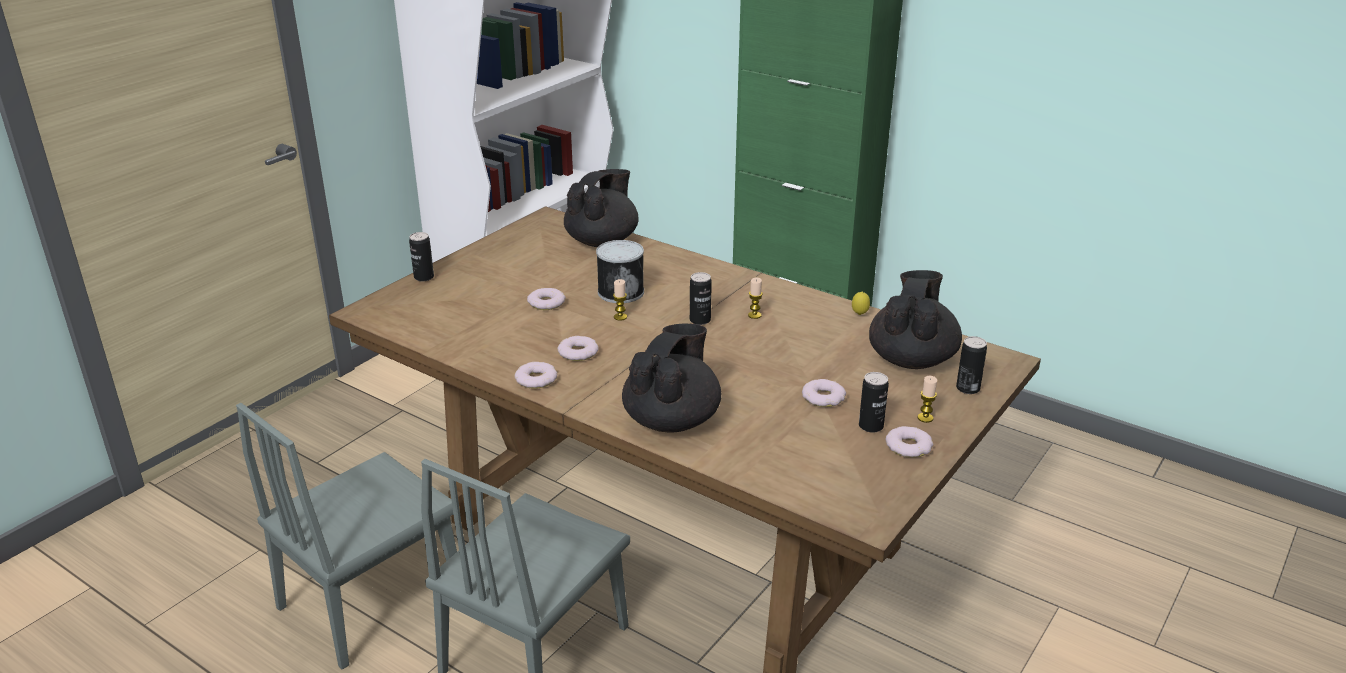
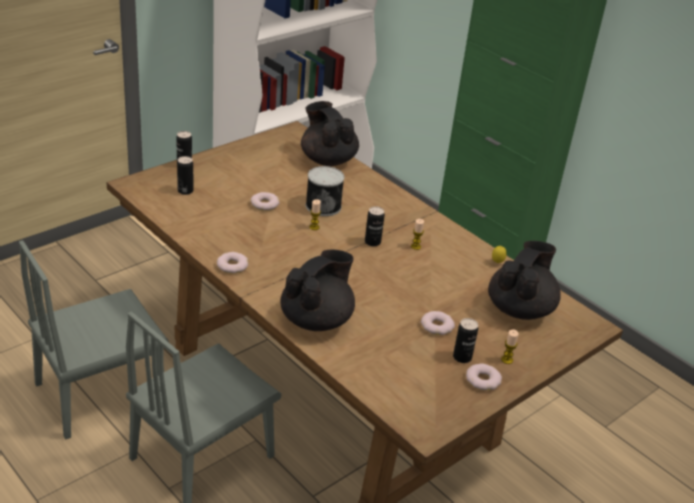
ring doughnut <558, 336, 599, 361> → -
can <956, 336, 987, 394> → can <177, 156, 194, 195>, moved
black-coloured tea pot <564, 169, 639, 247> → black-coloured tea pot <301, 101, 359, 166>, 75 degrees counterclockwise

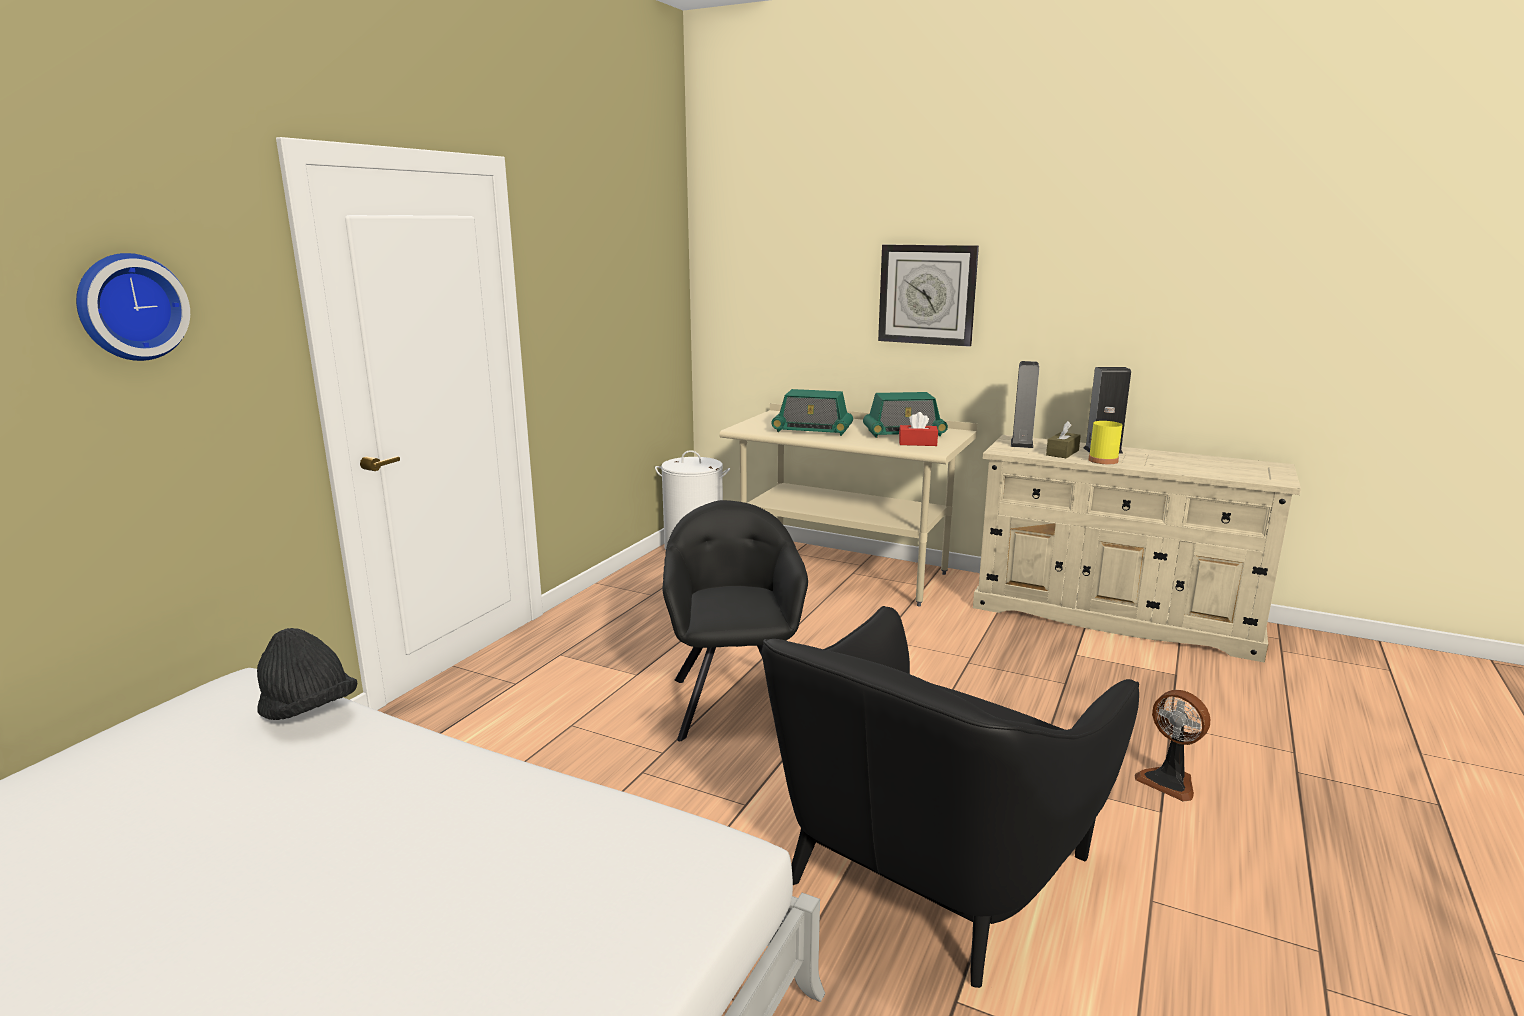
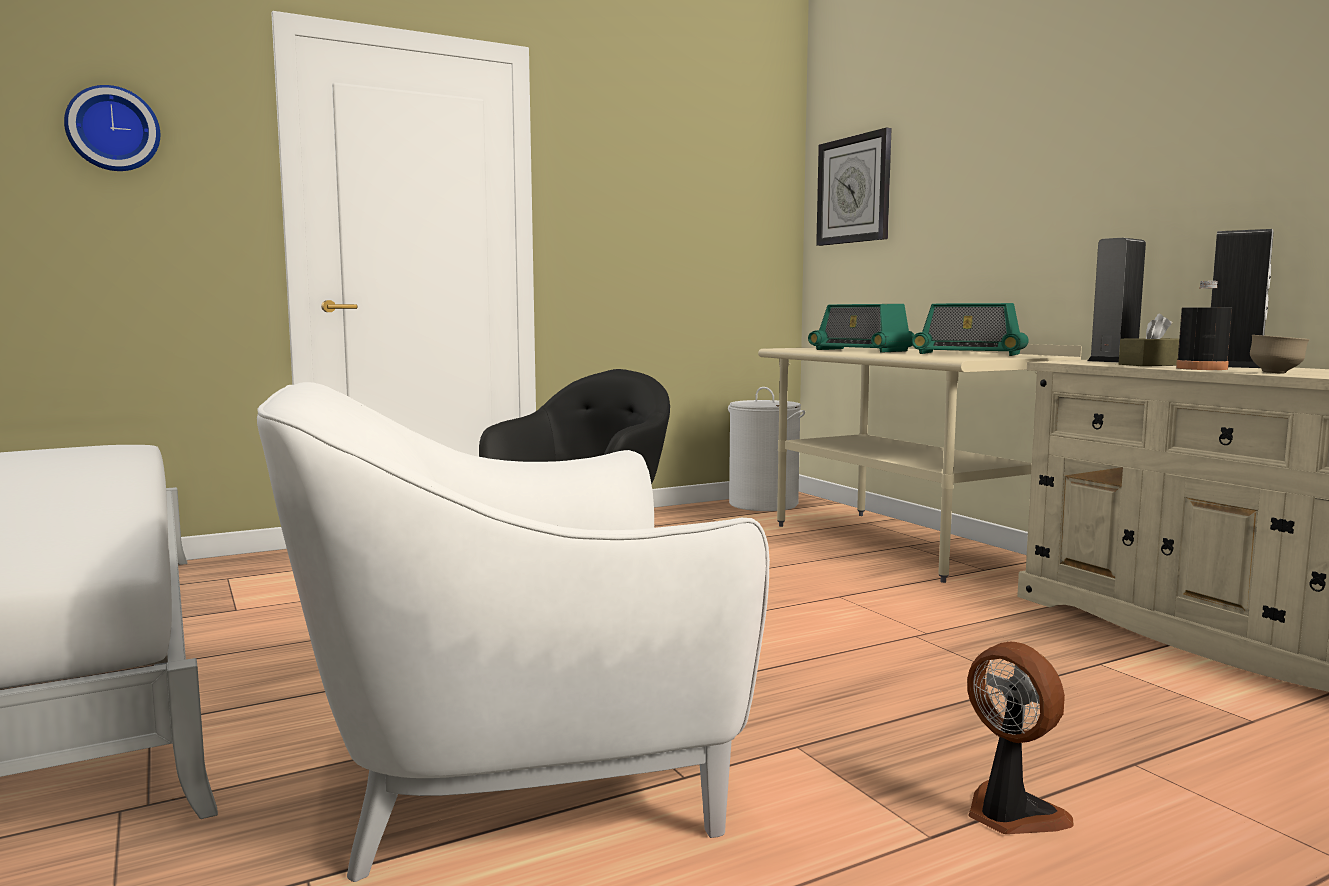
black-coloured clothing hat <257, 628, 357, 720> → -
reddish tissue holder <899, 412, 938, 446> → -
- → brownish serving bowl <1250, 335, 1309, 374>
wall clock <878, 244, 979, 347> → wall clock <816, 128, 891, 246>, moved
black-coloured easy chair <762, 606, 1139, 988> → white easy chair <257, 382, 770, 882>
yellow-coloured bottle <1088, 407, 1122, 464> → black-coloured bottle <1176, 281, 1232, 370>
cooling fan <1134, 690, 1210, 801> → cooling fan <967, 642, 1074, 834>, 150 degrees clockwise

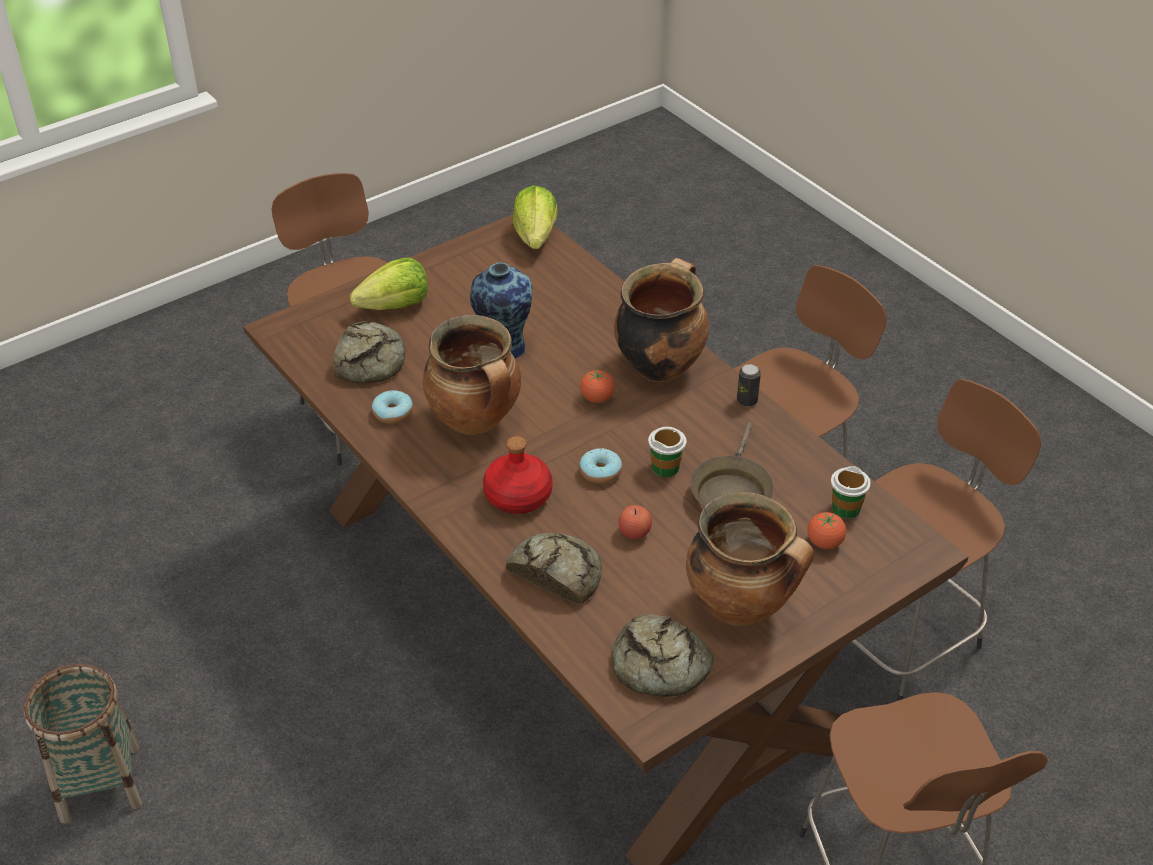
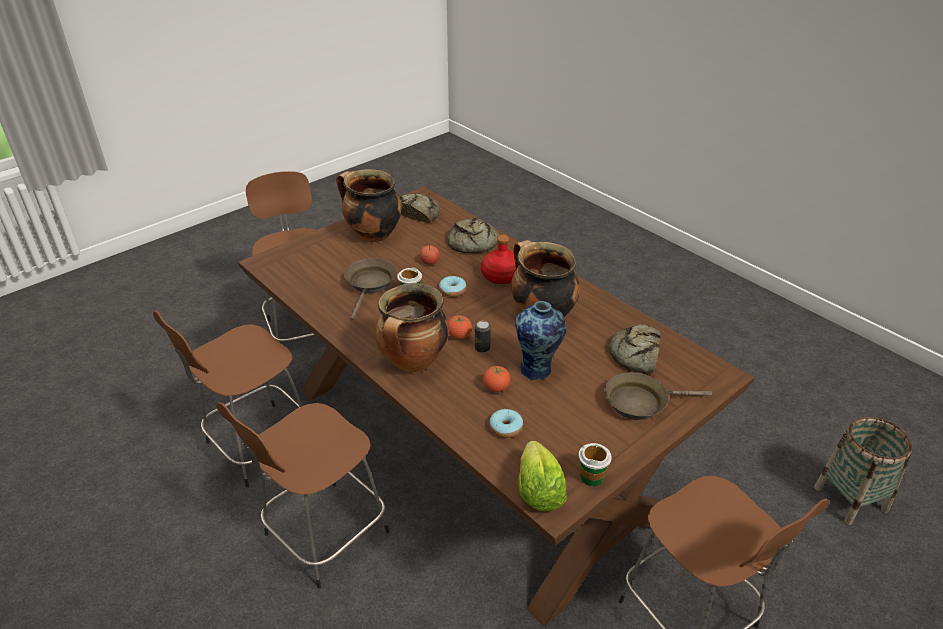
household basket <24, 664, 142, 824> → household basket <814, 417, 912, 525>, moved
ring doughnut <372, 390, 413, 424> → ring doughnut <489, 409, 523, 438>, moved
can <737, 364, 761, 407> → can <475, 321, 491, 353>, moved
whole tomato <807, 512, 846, 549> → whole tomato <483, 365, 510, 392>, moved
cup <831, 466, 871, 519> → cup <578, 443, 612, 486>, moved
lettuce head <350, 258, 428, 310> → brownish pan <604, 372, 712, 420>

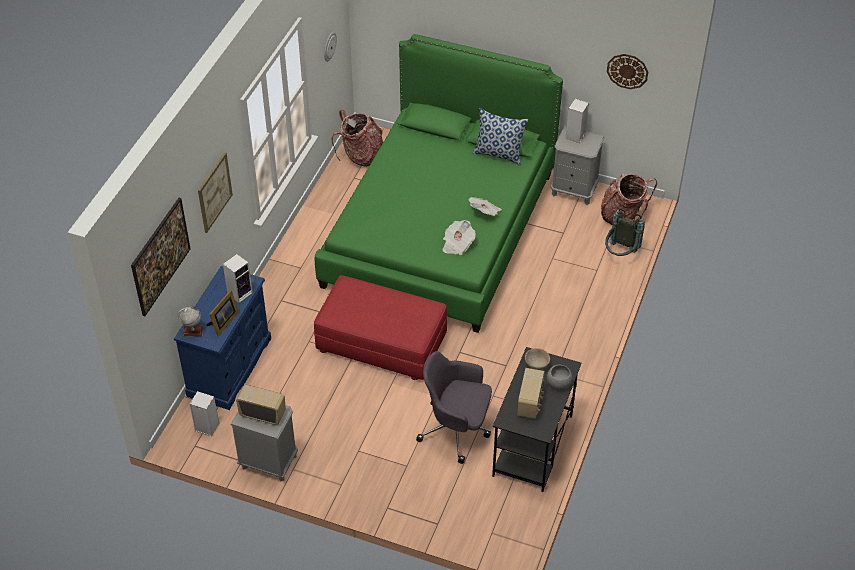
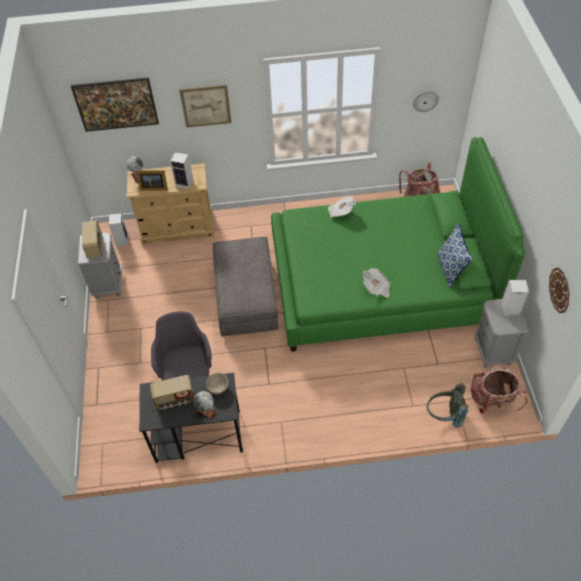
newspaper <443, 220, 476, 255> → newspaper <328, 196, 356, 218>, moved
grey serving bowl <547, 365, 573, 389> → globe <194, 391, 217, 420>
bluish chest of drawers <174, 266, 271, 410> → beige chest of drawers <127, 163, 214, 245>
reddish ottoman <314, 275, 447, 380> → grey ottoman <213, 237, 279, 336>

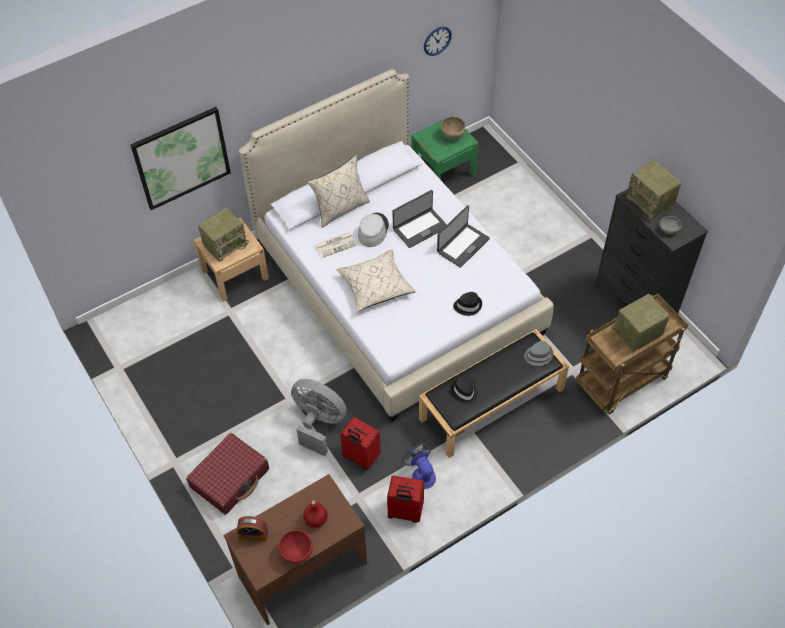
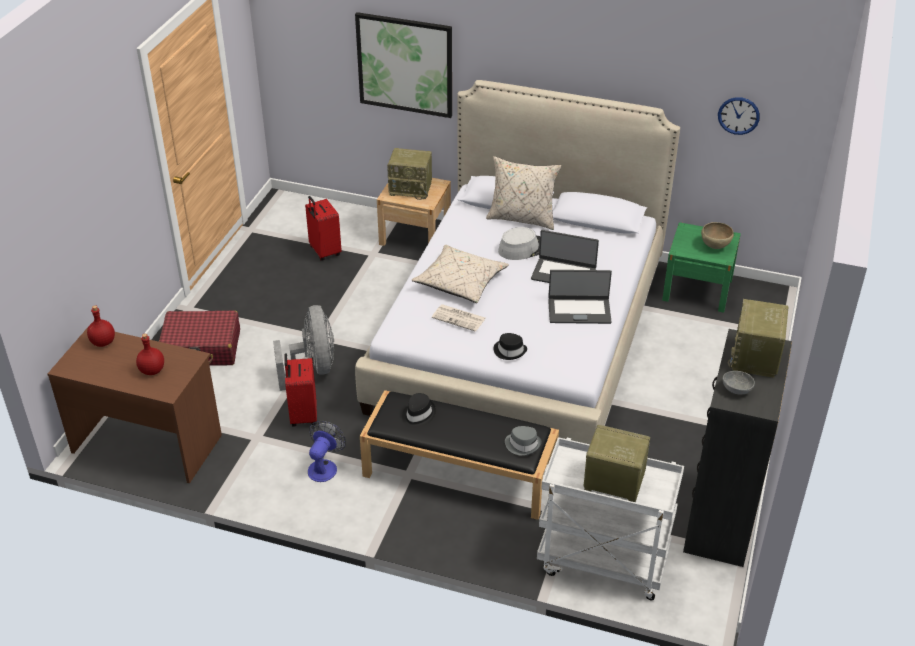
reddish serving bowl <279, 530, 313, 564> → -
newspaper <315, 232, 357, 258> → newspaper <432, 304, 486, 332>, moved
reddish suitcase <387, 475, 424, 523> → reddish suitcase <305, 196, 342, 261>, moved
table clock <237, 516, 268, 541> → reddish bottle <87, 306, 115, 347>
brownish cart <576, 294, 688, 414> → white cart <537, 437, 684, 600>

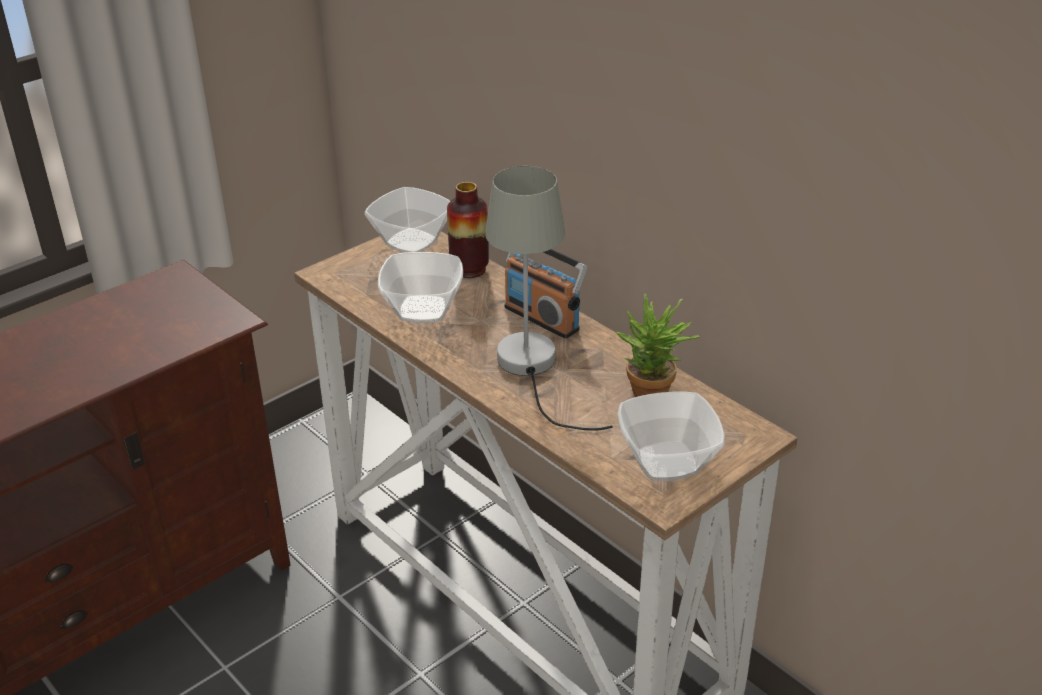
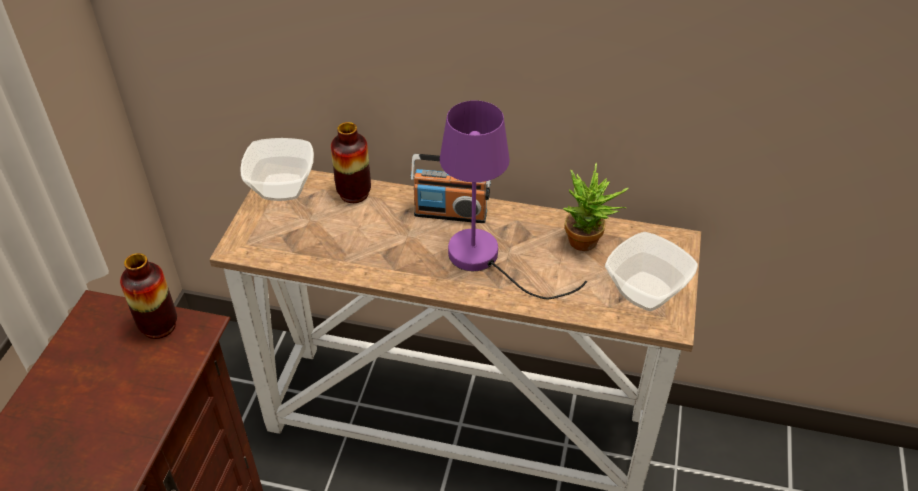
serving bowl <378, 252, 463, 323> → -
- → vase <120, 253, 177, 339>
grey lamp for a table <485, 166, 613, 431> → purple lamp for a table <440, 100, 587, 299>

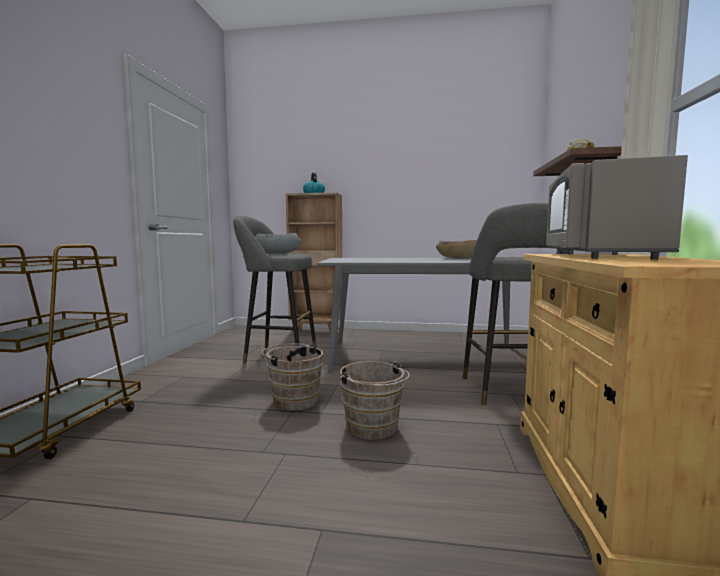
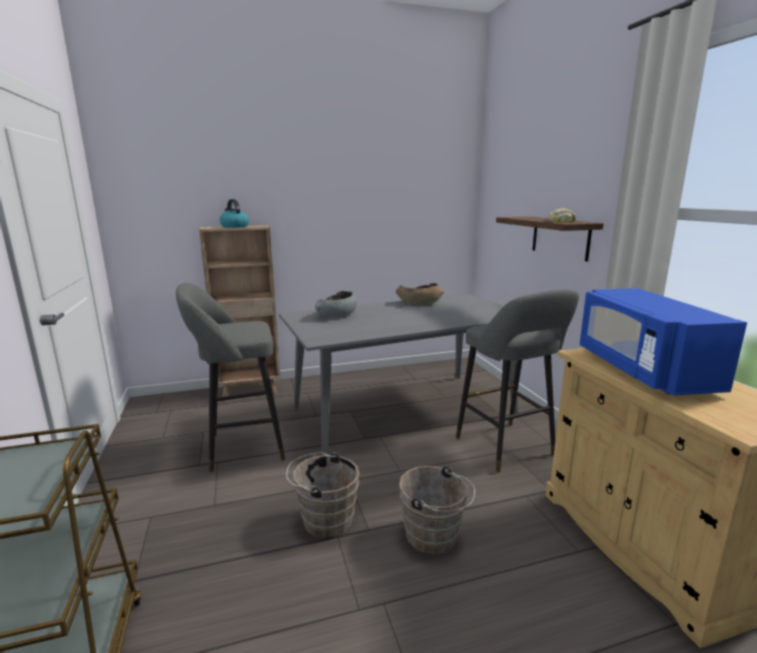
grey serving bowl <255, 233, 301, 253> → grey serving bowl <315, 291, 357, 317>, moved
grey kitchen microwave <546, 155, 688, 260> → bluish kitchen microwave <580, 288, 747, 396>

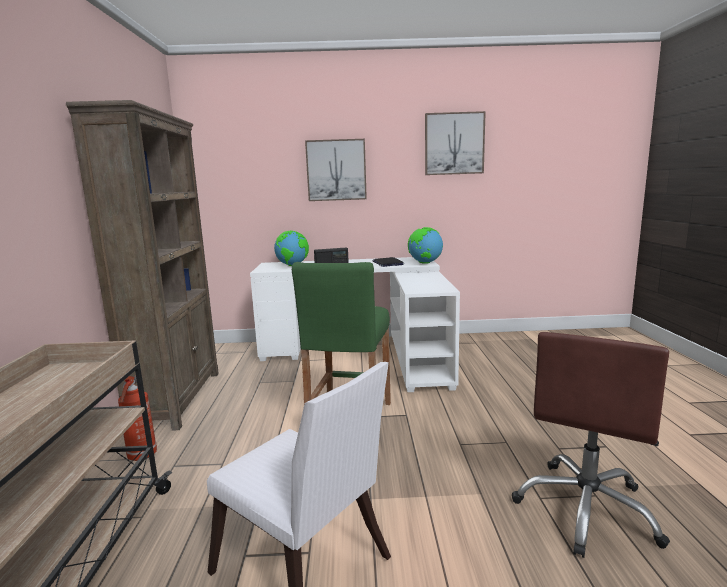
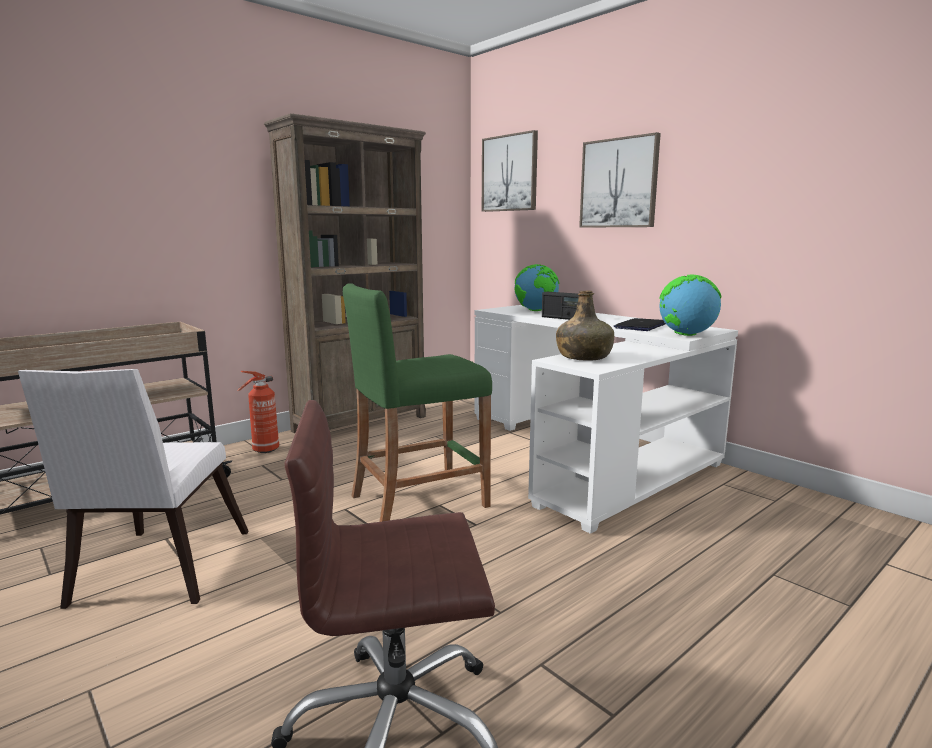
- → green bottle <556, 291, 614, 361>
picture <425, 111, 486, 175> → picture <482, 130, 538, 212>, moved

